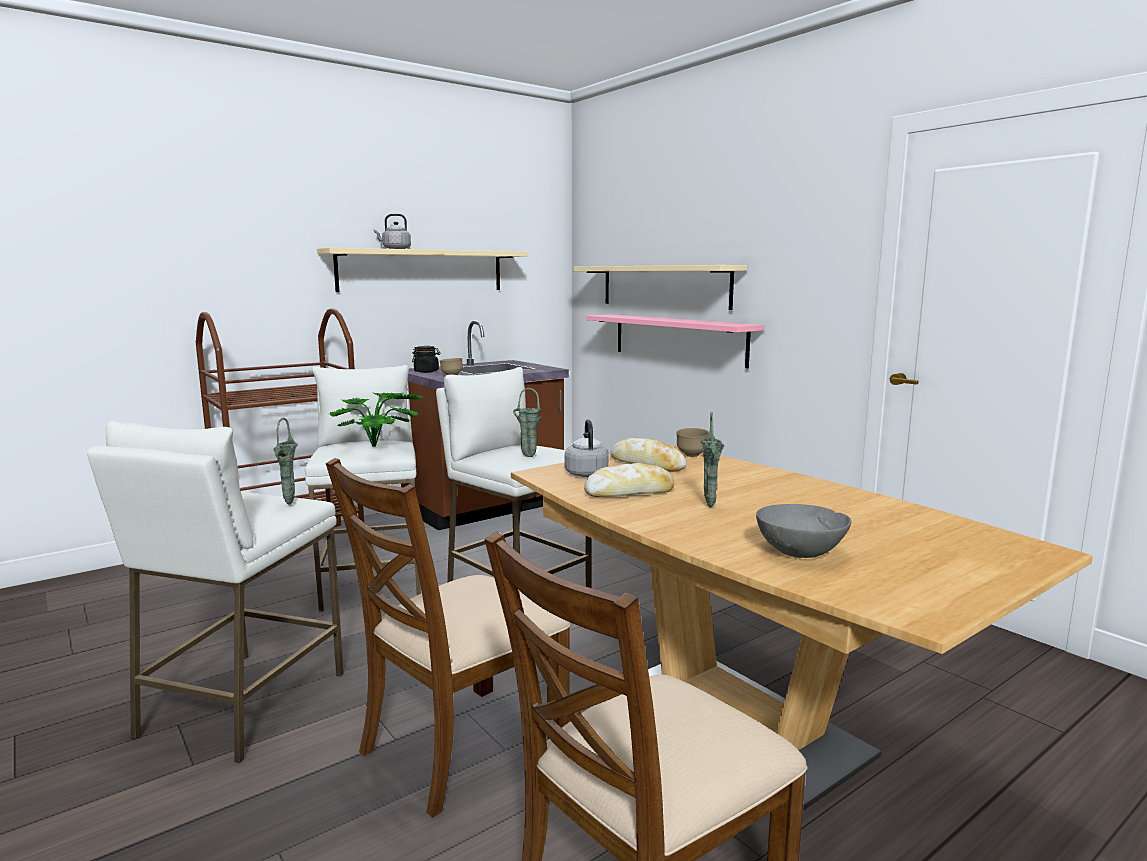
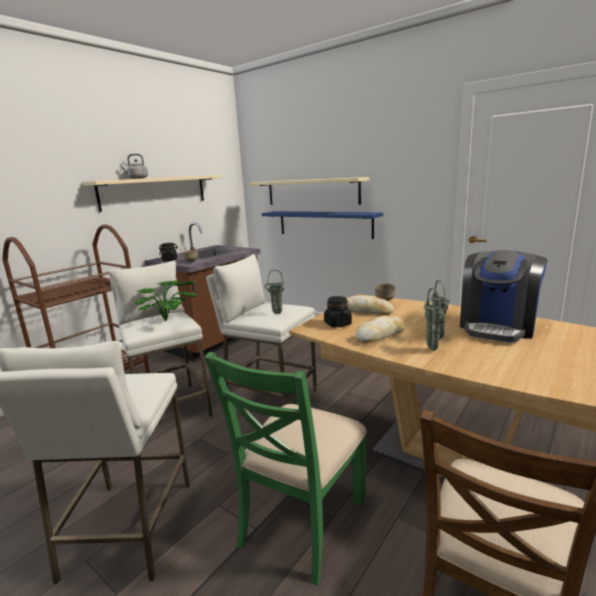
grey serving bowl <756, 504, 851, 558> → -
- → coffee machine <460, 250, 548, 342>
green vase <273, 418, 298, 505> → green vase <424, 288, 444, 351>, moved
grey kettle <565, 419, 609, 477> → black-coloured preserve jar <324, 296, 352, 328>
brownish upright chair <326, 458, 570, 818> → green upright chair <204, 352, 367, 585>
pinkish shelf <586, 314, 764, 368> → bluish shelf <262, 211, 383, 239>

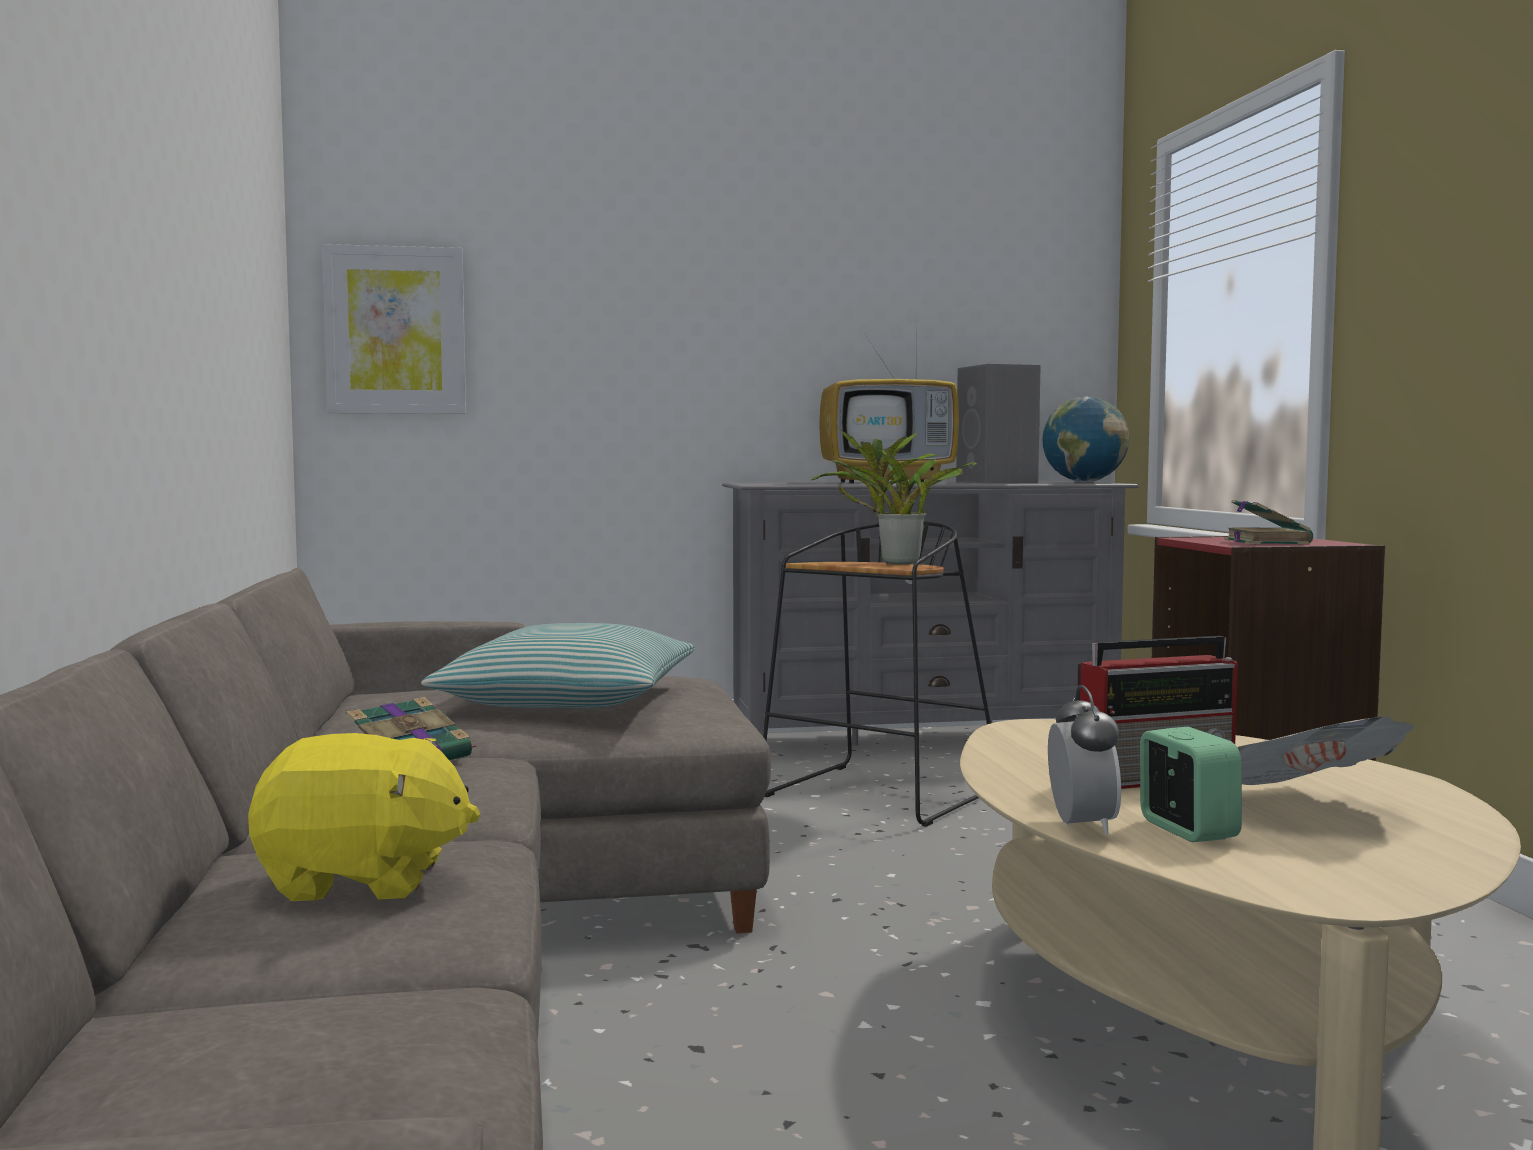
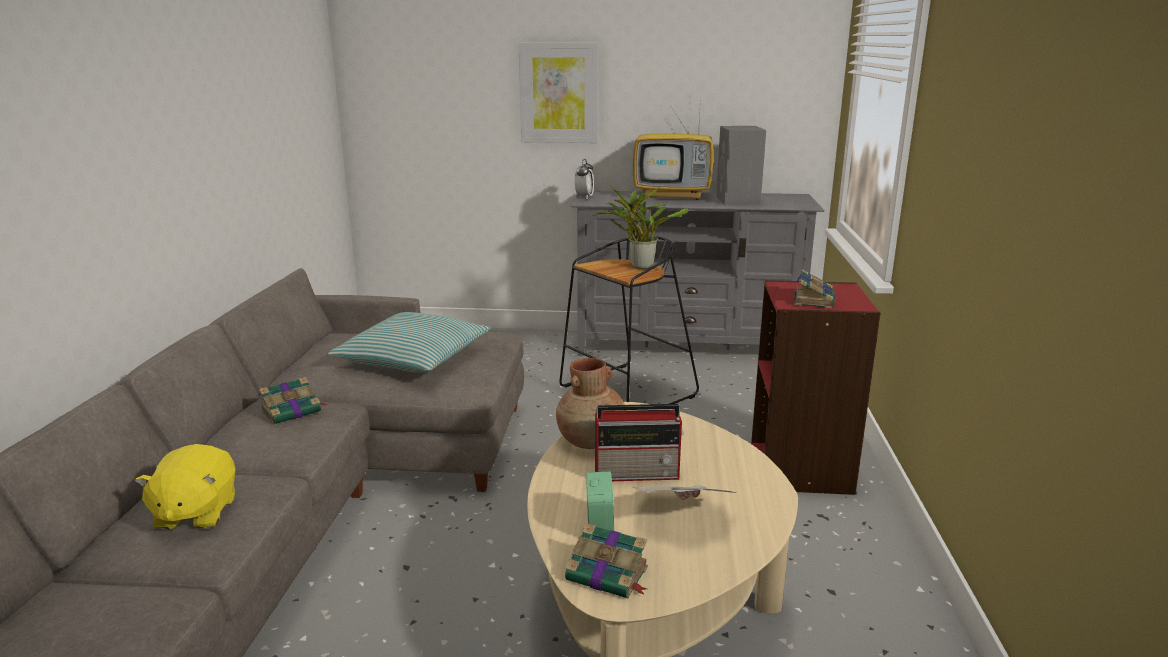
globe <1042, 397, 1129, 482> → -
- → brownish vase <556, 358, 627, 449>
- → volume <565, 523, 648, 598>
picture <322, 244, 466, 414> → picture <519, 43, 598, 143>, moved
table clock <1048, 685, 1121, 835> → table clock <575, 159, 594, 199>, moved
yellow-coloured cuddly toy <248, 733, 480, 901> → yellow-coloured cuddly toy <135, 444, 236, 530>, 75 degrees clockwise

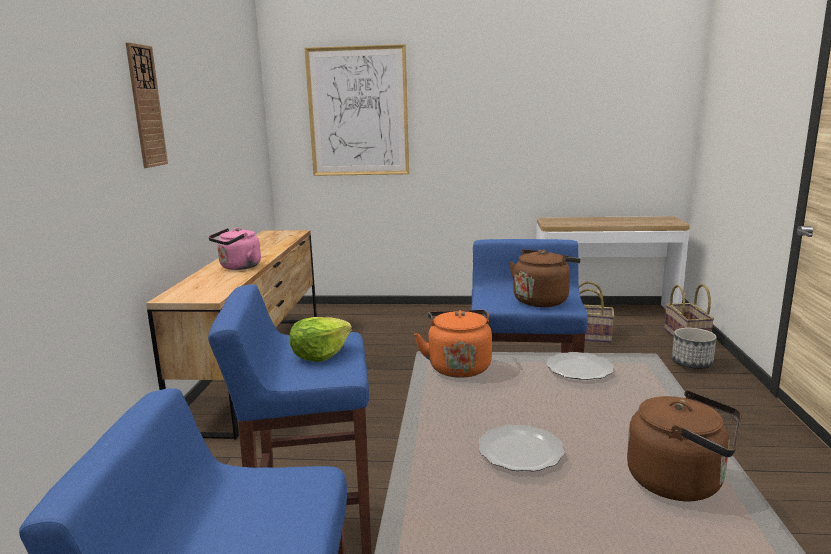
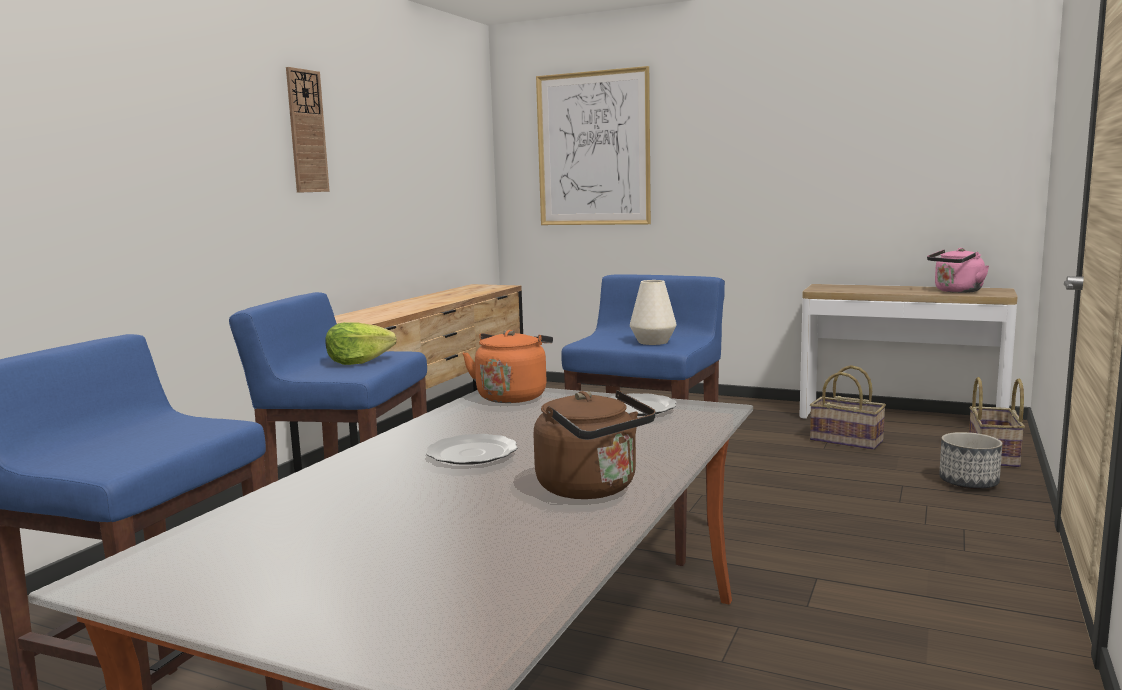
pinkish kettle <208, 228, 261, 270> → pinkish kettle <927, 248, 989, 293>, moved
brownish kettle <509, 249, 581, 307> → white vase <630, 280, 677, 345>

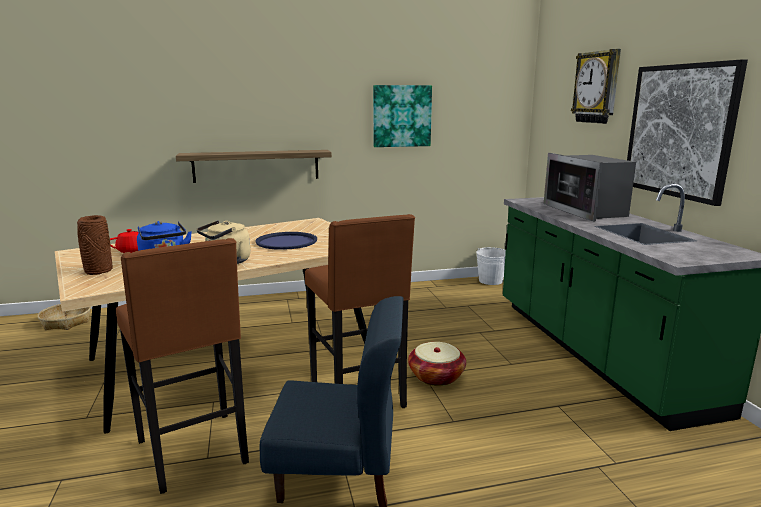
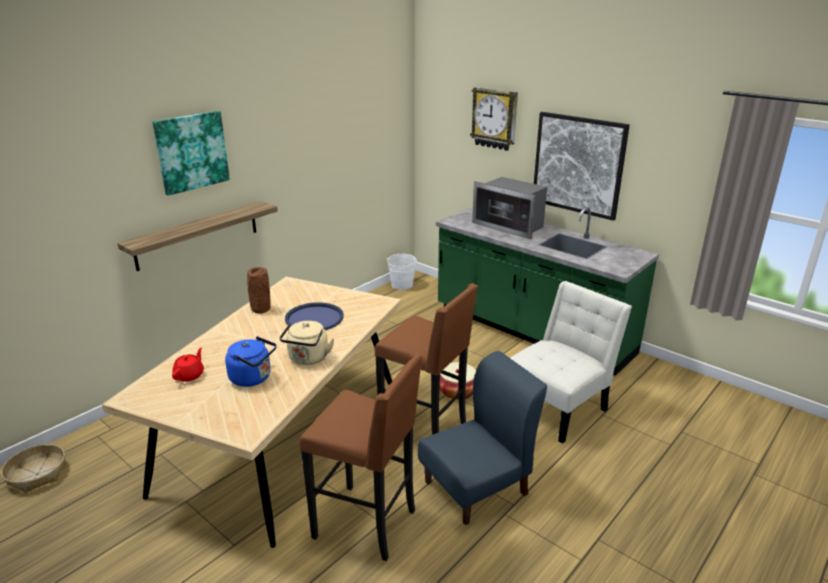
- → white upright chair <510, 281, 632, 444>
brownish vase <77, 215, 113, 275> → brownish vase <247, 267, 271, 313>, moved
picture <373, 85, 432, 147> → picture <153, 111, 230, 196>, moved

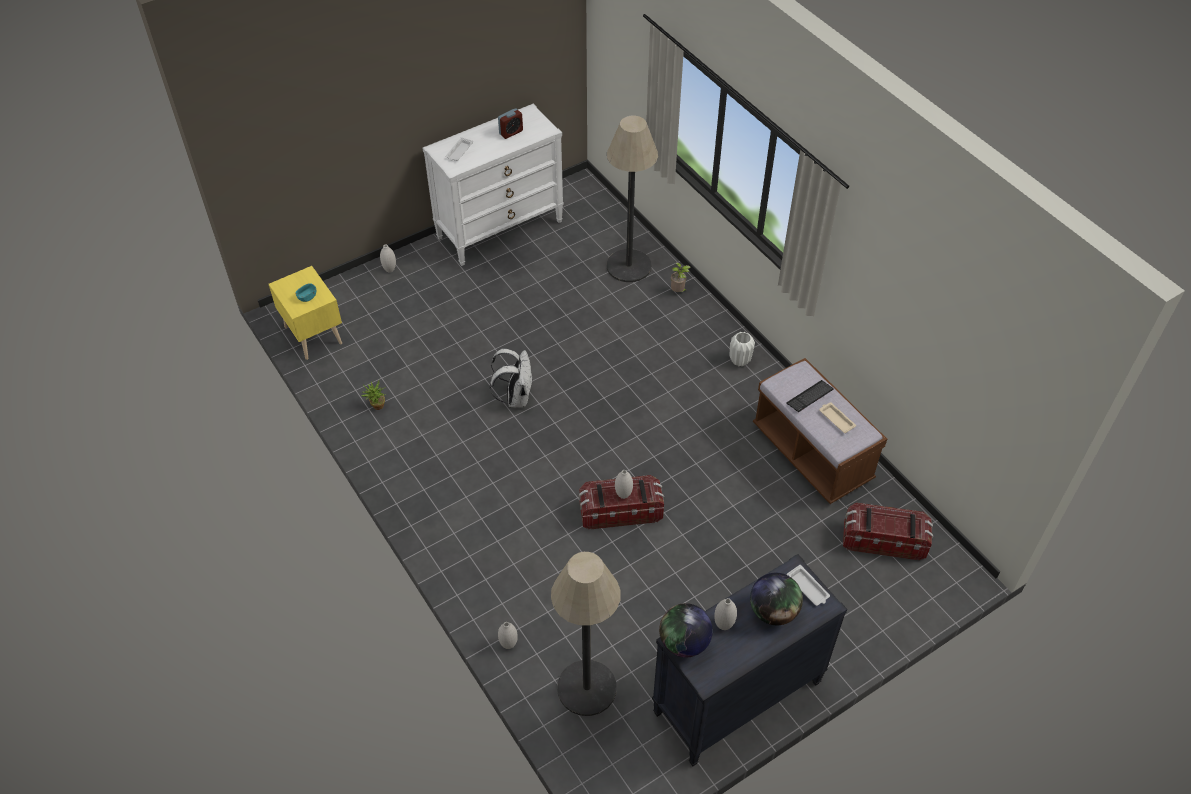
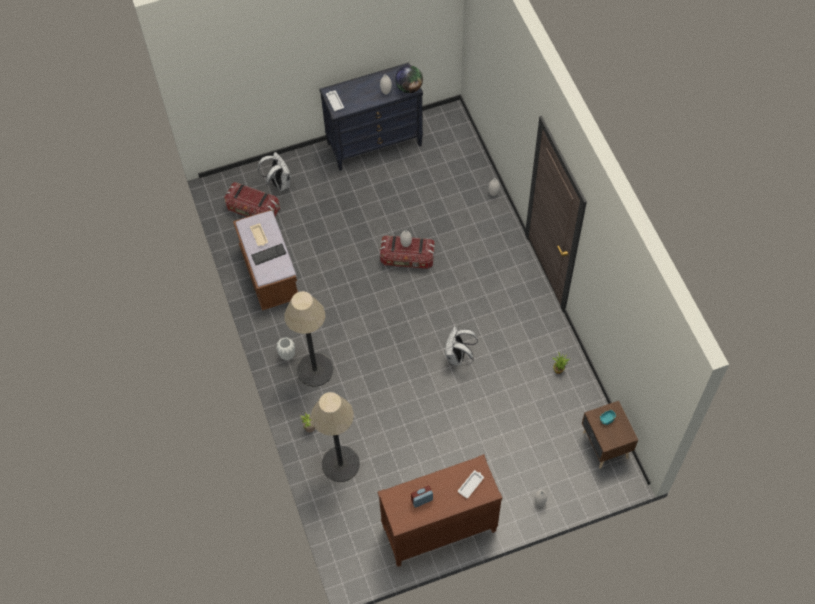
globe <750, 573, 803, 625> → -
- → white knapsack <258, 152, 292, 192>
floor lamp <551, 552, 621, 716> → floor lamp <284, 291, 333, 387>, moved
yellow-coloured nightstand <269, 266, 342, 360> → brownish nightstand <582, 401, 638, 469>
white chest of drawers <422, 104, 564, 266> → brownish chest of drawers <378, 454, 502, 567>

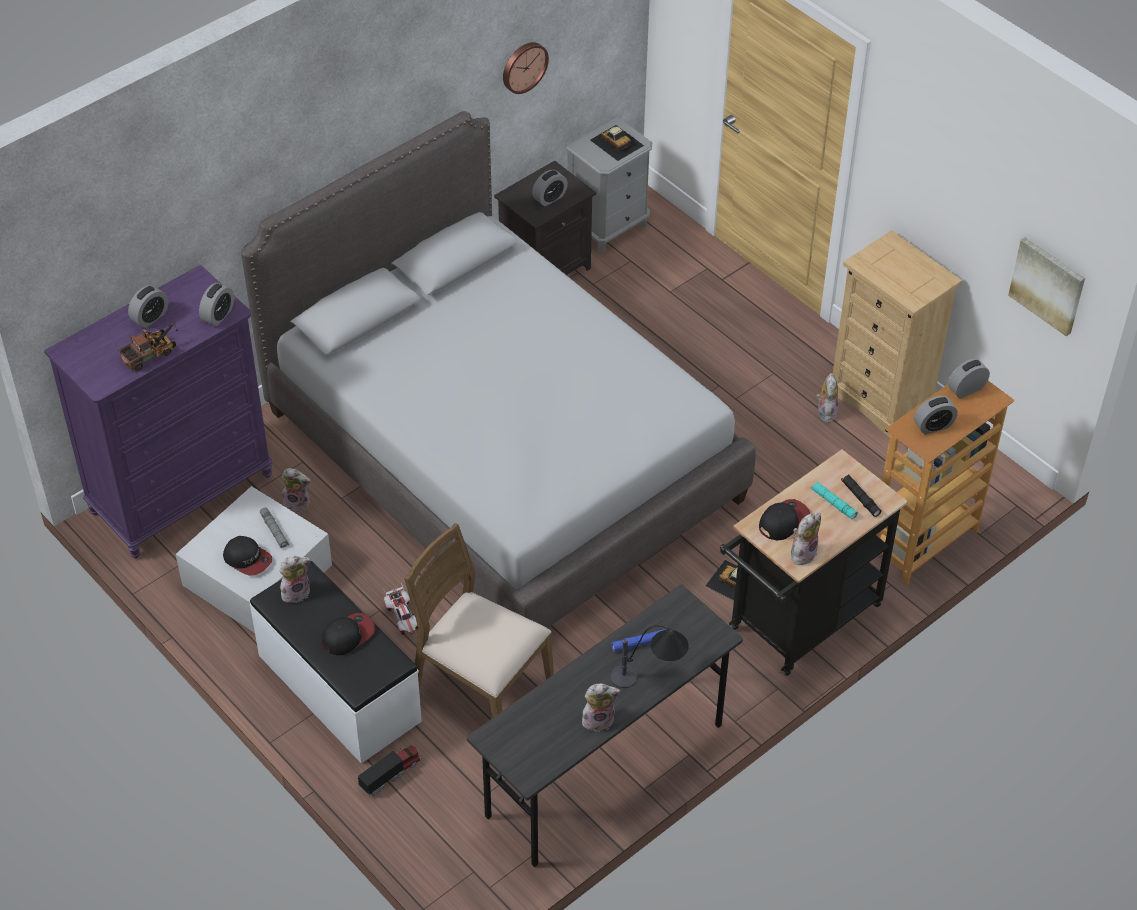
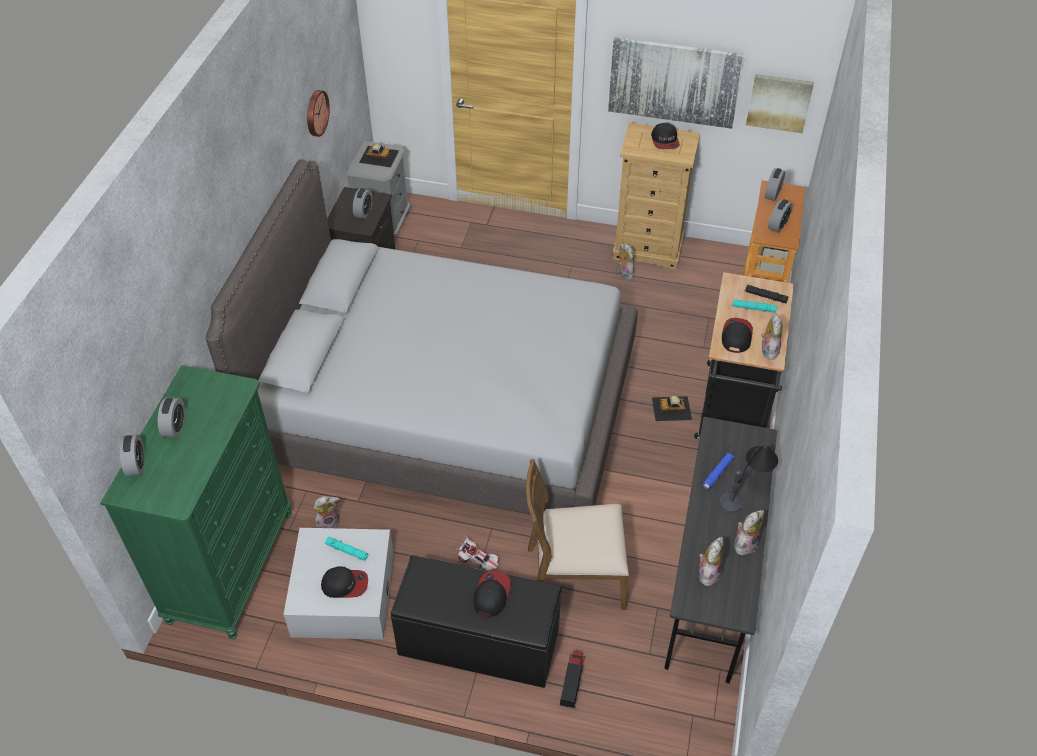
toy lorry <118, 322, 178, 371> → -
- → picture <608, 37, 745, 129>
- → baseball cap <651, 123, 679, 149>
table clock <199, 283, 234, 326> → table clock <120, 434, 145, 476>, moved
cuddly toy <279, 556, 311, 604> → cuddly toy <699, 537, 724, 586>, moved
purple chest of drawers <44, 265, 272, 559> → green chest of drawers <100, 365, 292, 639>
white indoor bench <250, 561, 422, 764> → black-coloured indoor bench <391, 555, 562, 688>
grey hand torch <260, 507, 289, 549> → blue-green hand torch <325, 537, 369, 561>

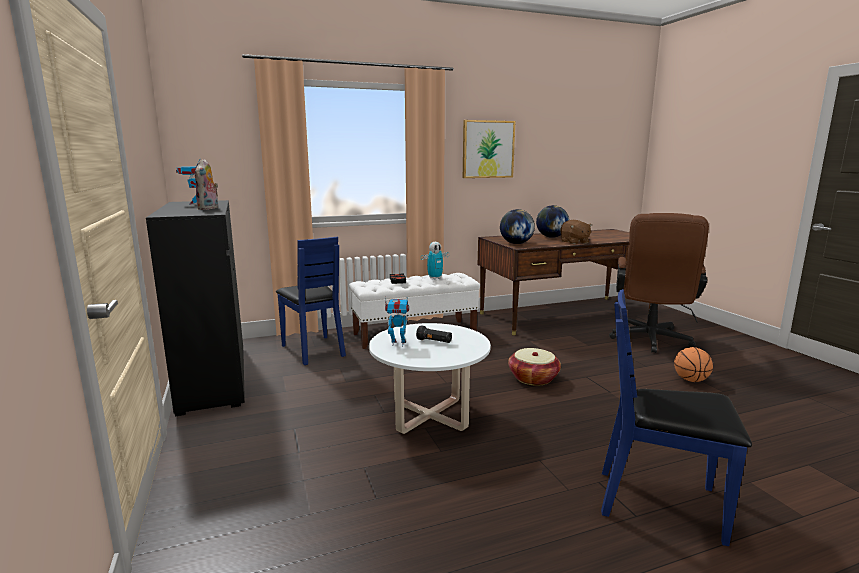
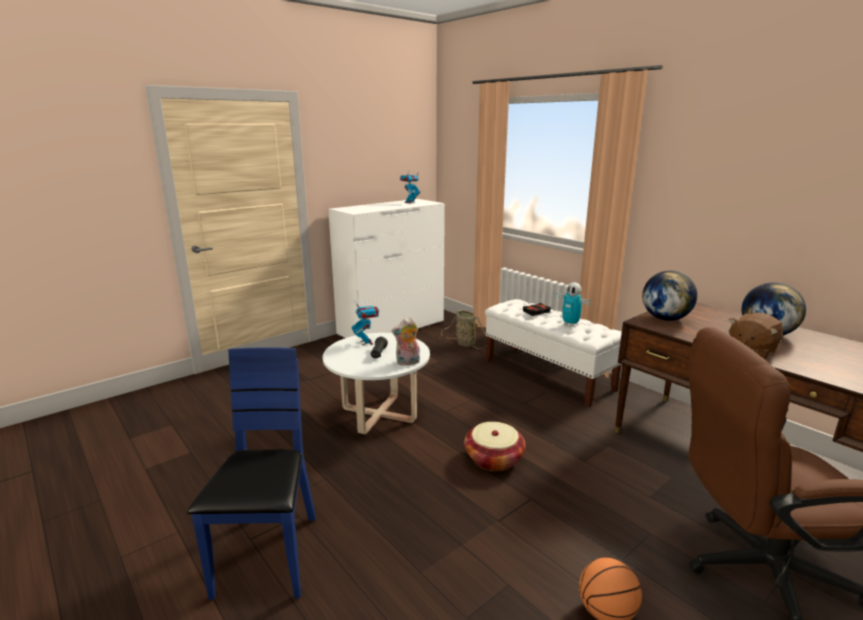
picture <463, 120, 516, 178> → -
cuddly toy <195, 159, 218, 210> → cuddly toy <392, 317, 420, 366>, moved
bluish upright chair <276, 237, 346, 365> → household basket <441, 310, 487, 349>
black-coloured chest of drawers <146, 200, 245, 416> → white chest of drawers <328, 199, 445, 338>

